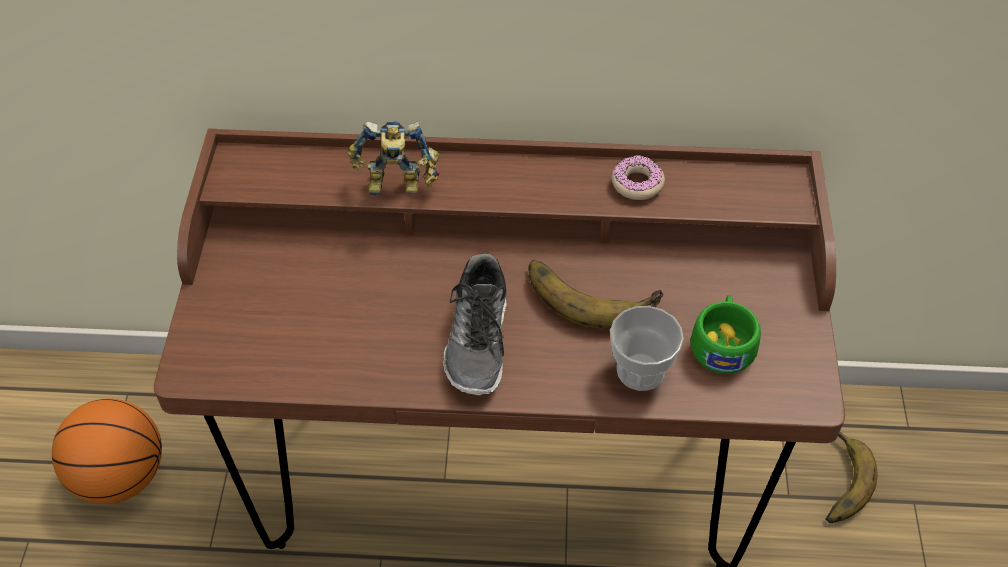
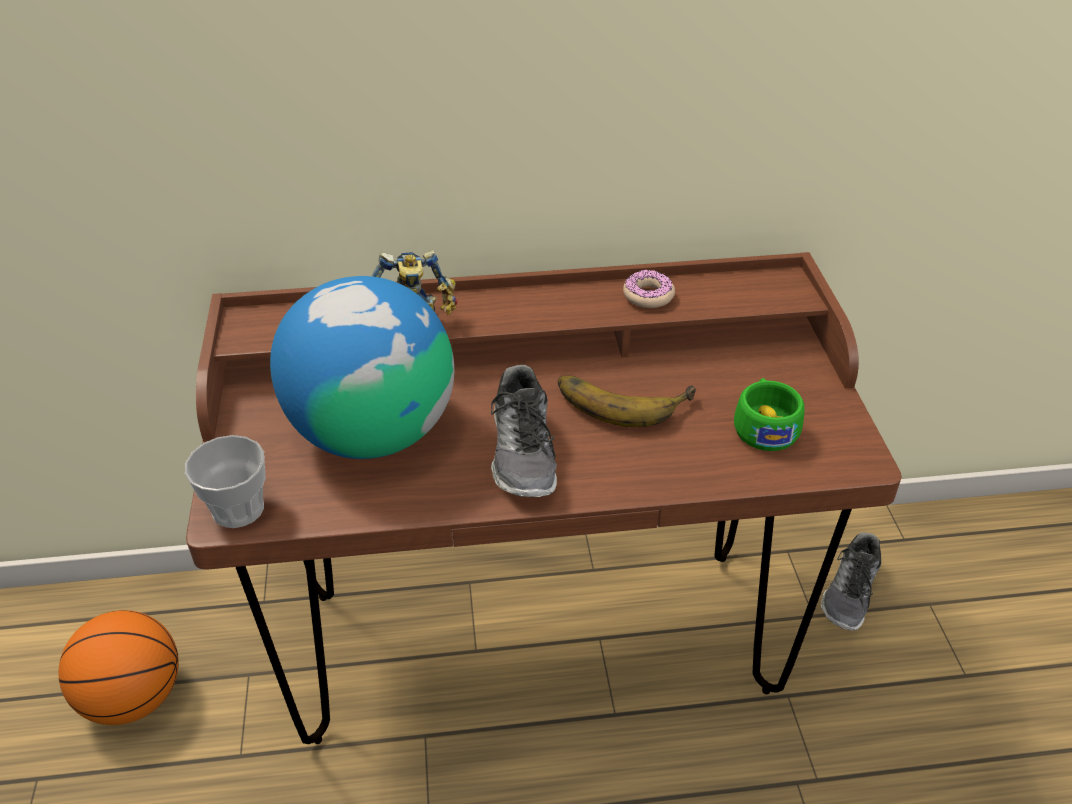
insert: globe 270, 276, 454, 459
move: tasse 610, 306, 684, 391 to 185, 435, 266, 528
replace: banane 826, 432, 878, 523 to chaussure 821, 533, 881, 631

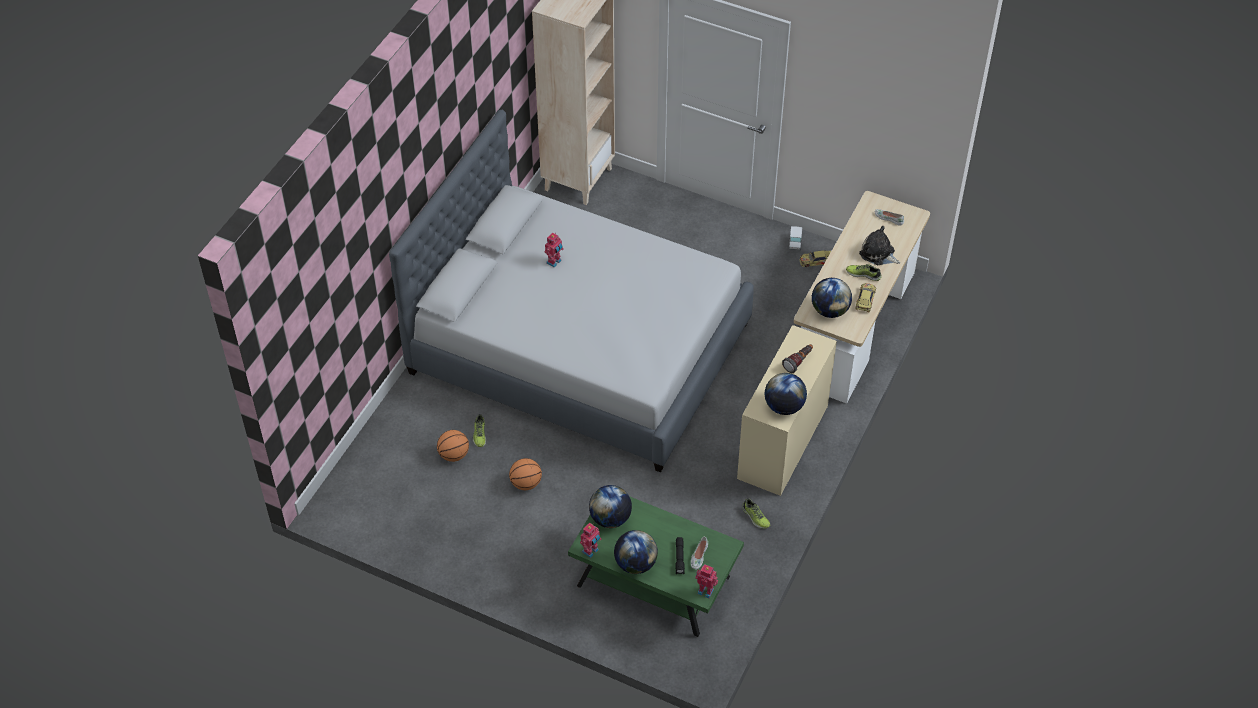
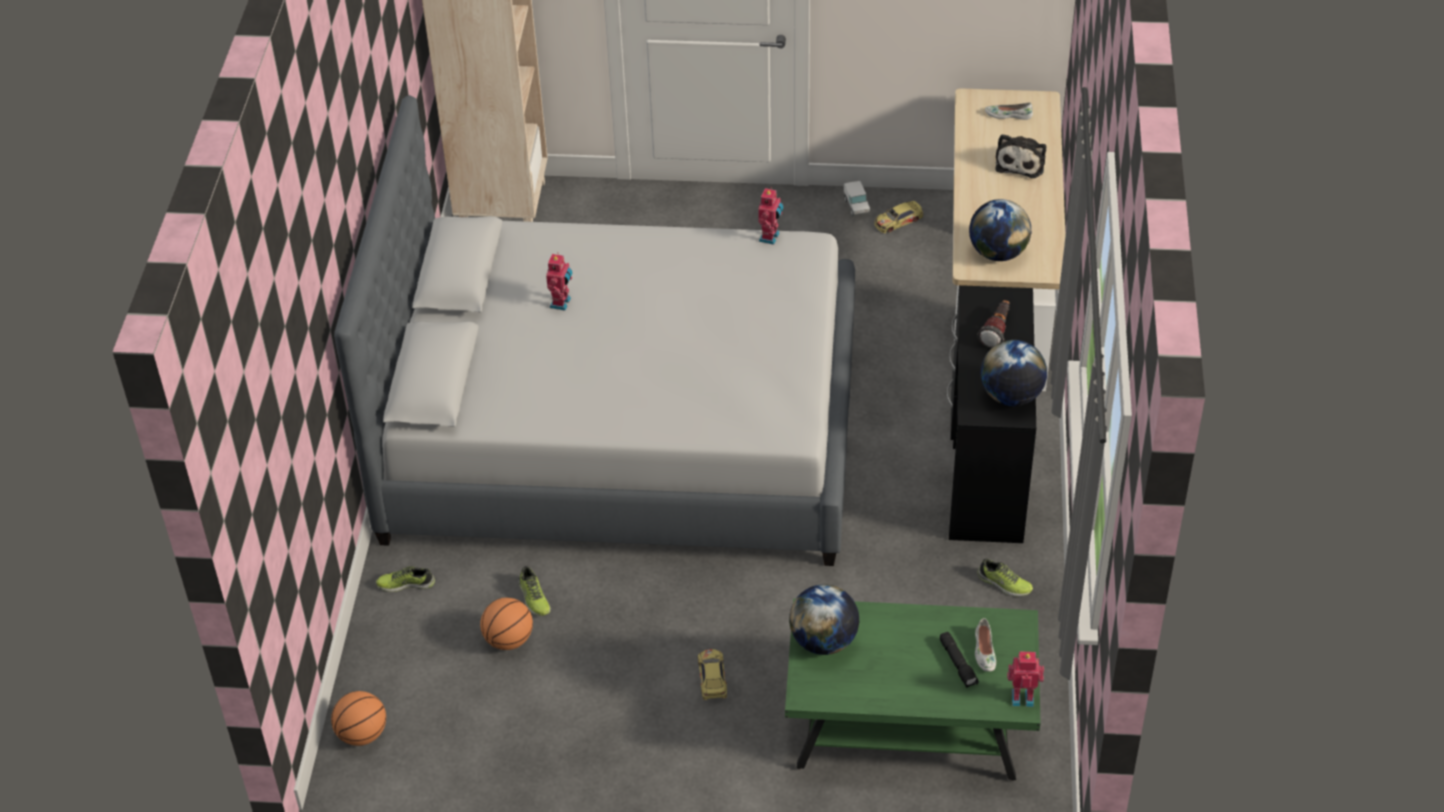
delete: globe 614, 530, 658, 574
move: chaussure 846, 264, 882, 281 to 376, 566, 435, 592; petite voiture 856, 283, 876, 312 to 698, 649, 727, 701; ballon de basket 509, 458, 542, 490 to 331, 691, 386, 746; robot jouet 580, 523, 601, 558 to 758, 187, 783, 245
recolor: bureau/beige 737, 325, 837, 496 to bureau/noir 947, 285, 1036, 543
rotate: peluche 859, 226, 901, 265 = 995, 134, 1046, 178 90 degrees counterclockwise

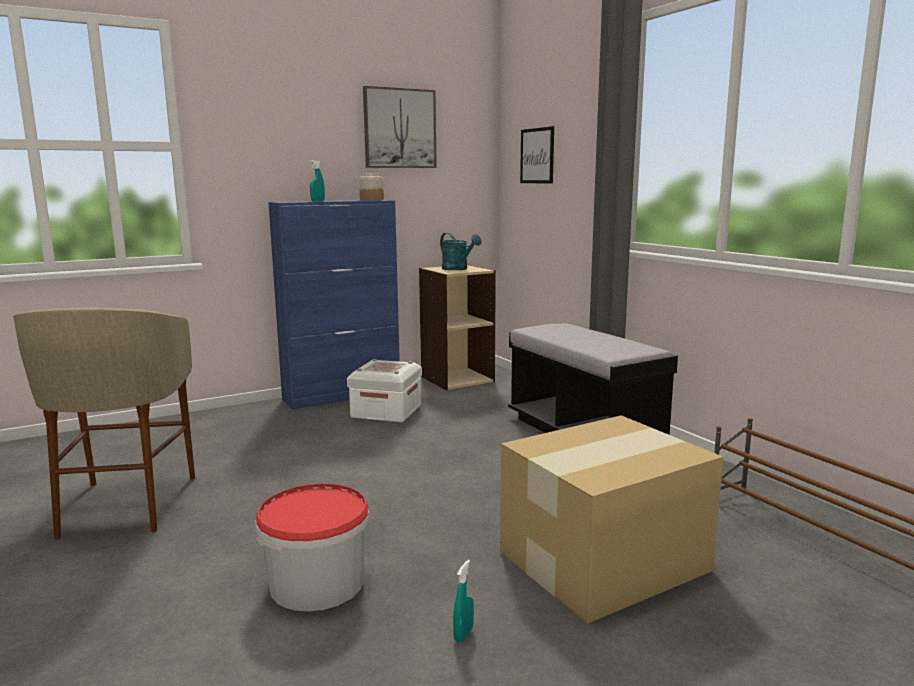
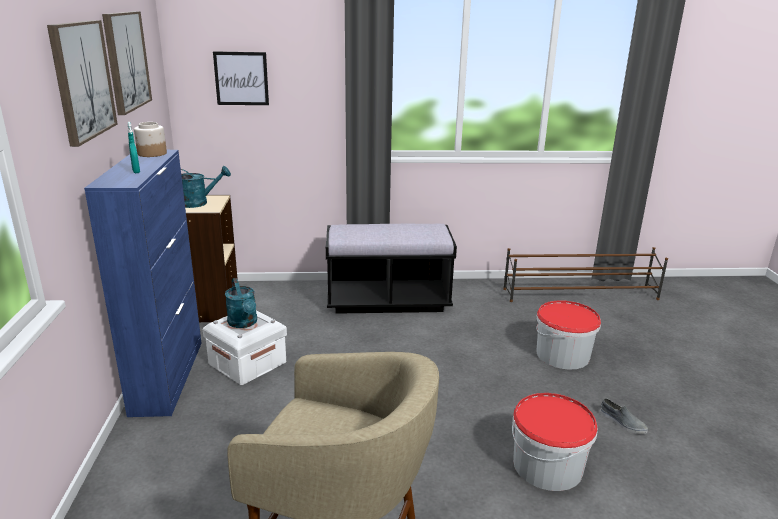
insert: tableau 47, 20, 117, 147; arrosoir/turquoise 225, 278, 257, 328
replace: carton 500, 415, 723, 624 to seau 536, 300, 601, 370; vaporisateur/turquoise 453, 560, 474, 643 to chaussure/gris 600, 398, 648, 434

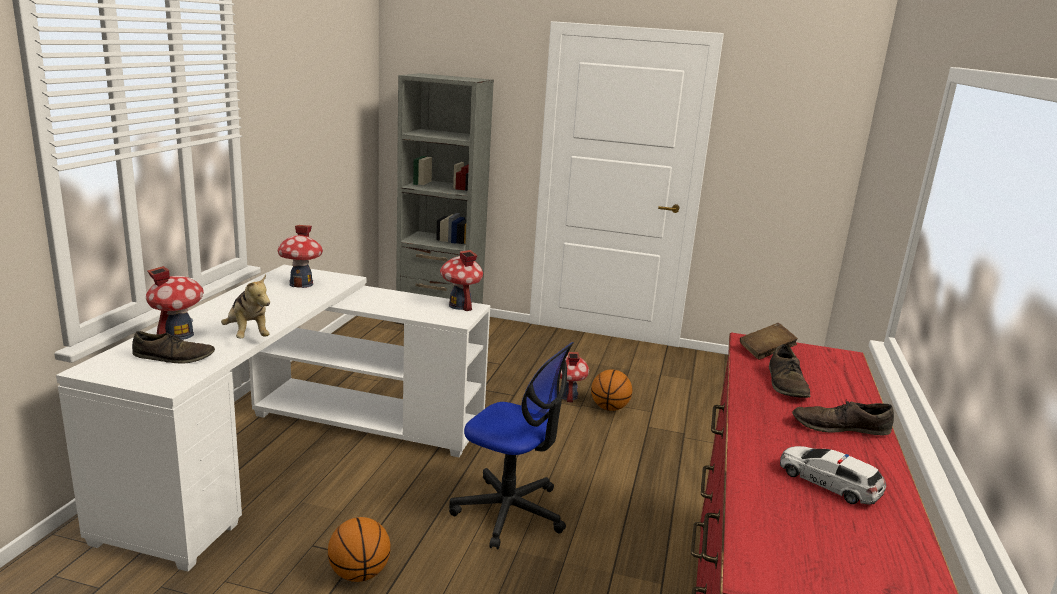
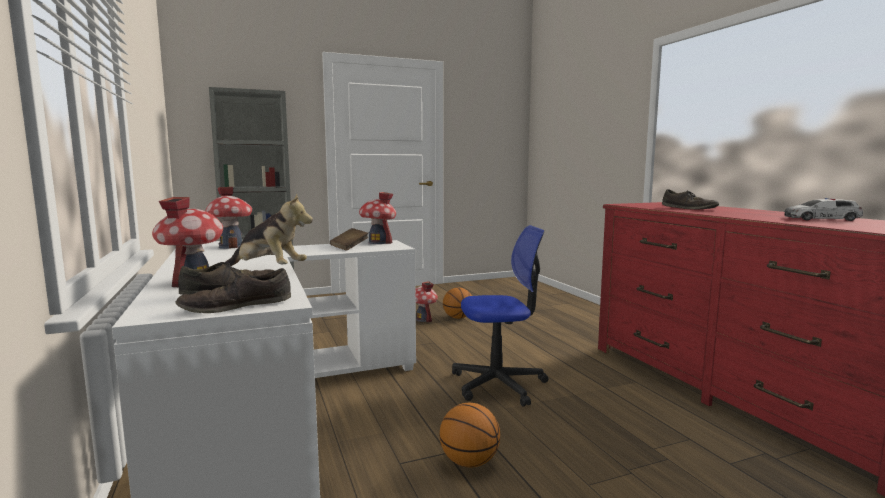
move: livre/marron 740, 323, 798, 360 to 330, 228, 368, 251; chaussure/marron 792, 399, 894, 435 to 175, 268, 291, 313

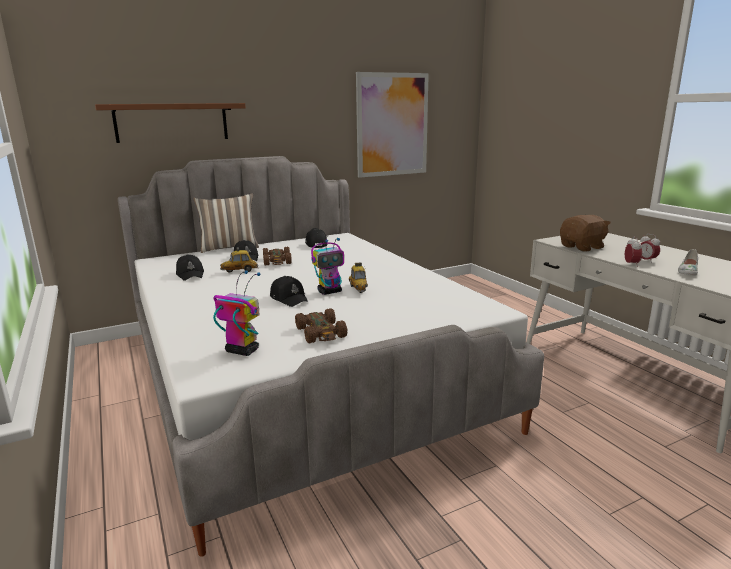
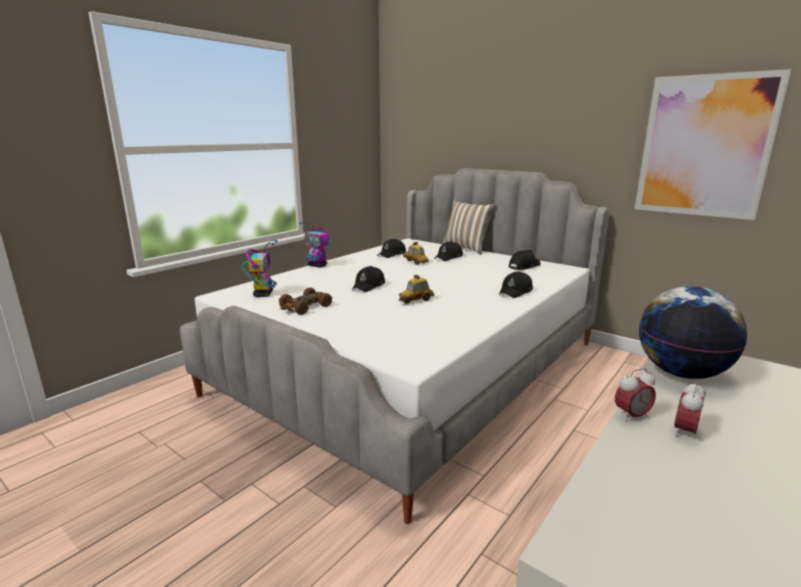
delete: étagère/marron 95, 103, 246, 143; petite voiture/marron 263, 246, 292, 266; chaussure/blanc 678, 249, 698, 276
insert: casquette/noir 499, 271, 533, 298
move: robot jouet 311, 238, 344, 295 to 299, 222, 331, 268
replace: peluche/marron 560, 215, 611, 252 to globe 639, 286, 747, 379

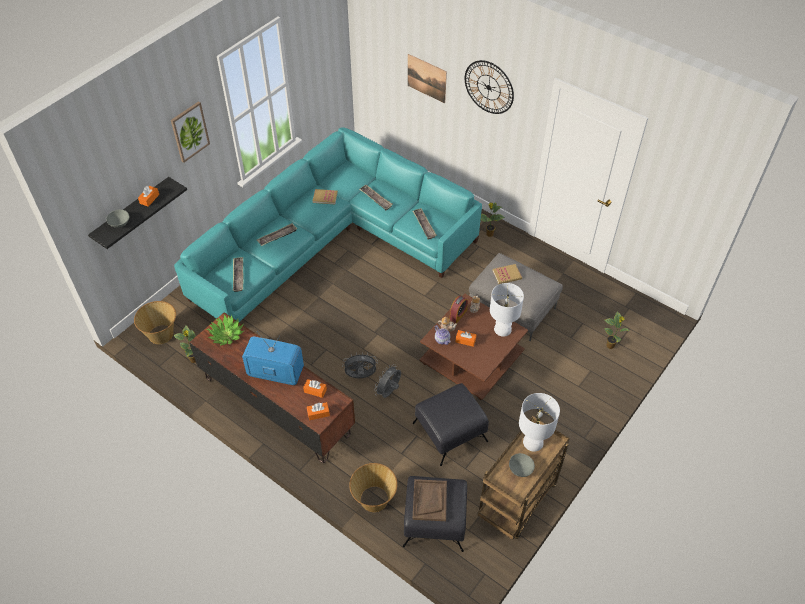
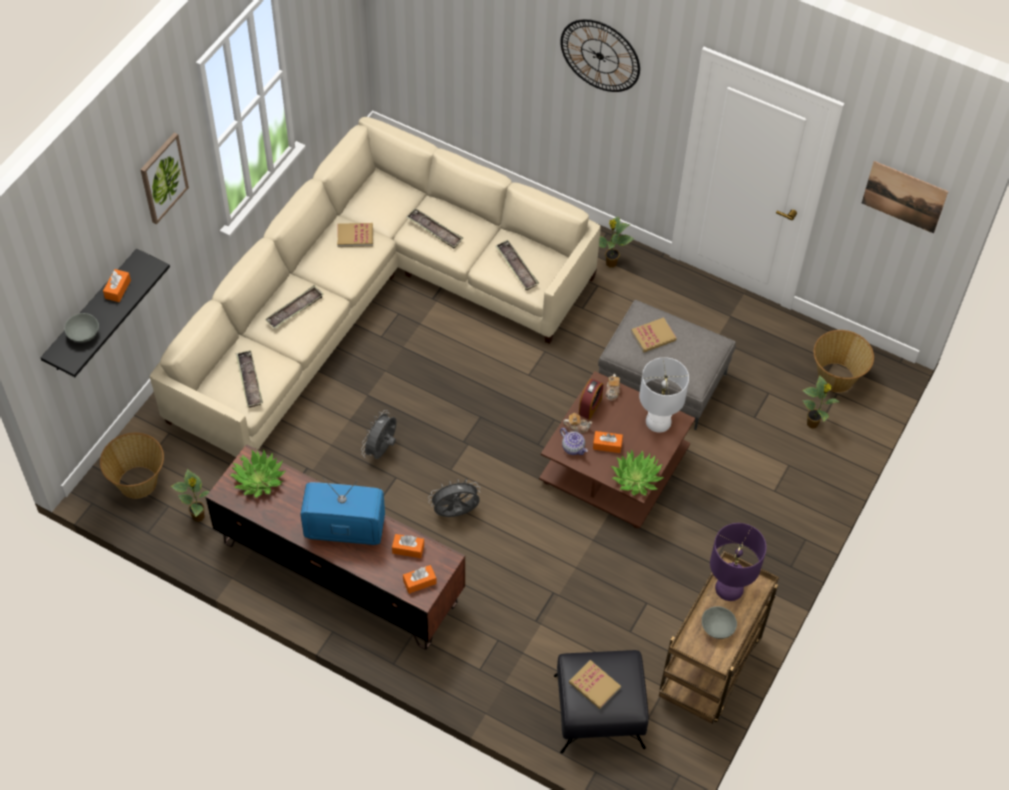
delete: pouf/noir 413, 383, 489, 466
insert: plante en pot 611, 449, 664, 496
move: tableau 408, 54, 447, 103 to 862, 161, 949, 234; ventilateur/gris 374, 364, 401, 398 to 361, 410, 396, 459; panier 349, 463, 398, 512 to 814, 330, 874, 393
replace: plateau/marron 413, 479, 447, 521 to livre 569, 660, 621, 709
recolor: canapé/turquoise 174, 127, 482, 322 to canapé/beige 150, 117, 601, 457; lampe de table/blanc 519, 393, 560, 452 to lampe de table/violet 710, 523, 766, 601

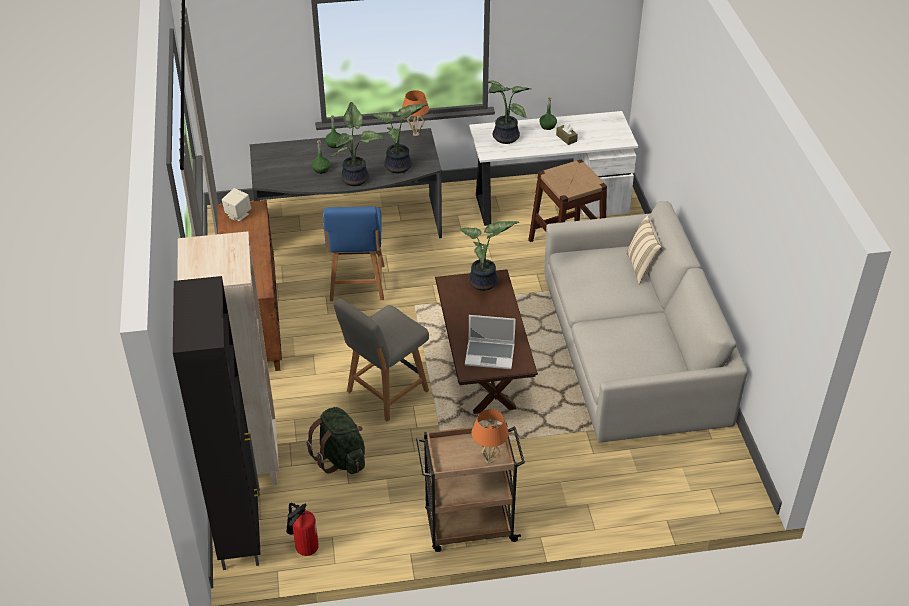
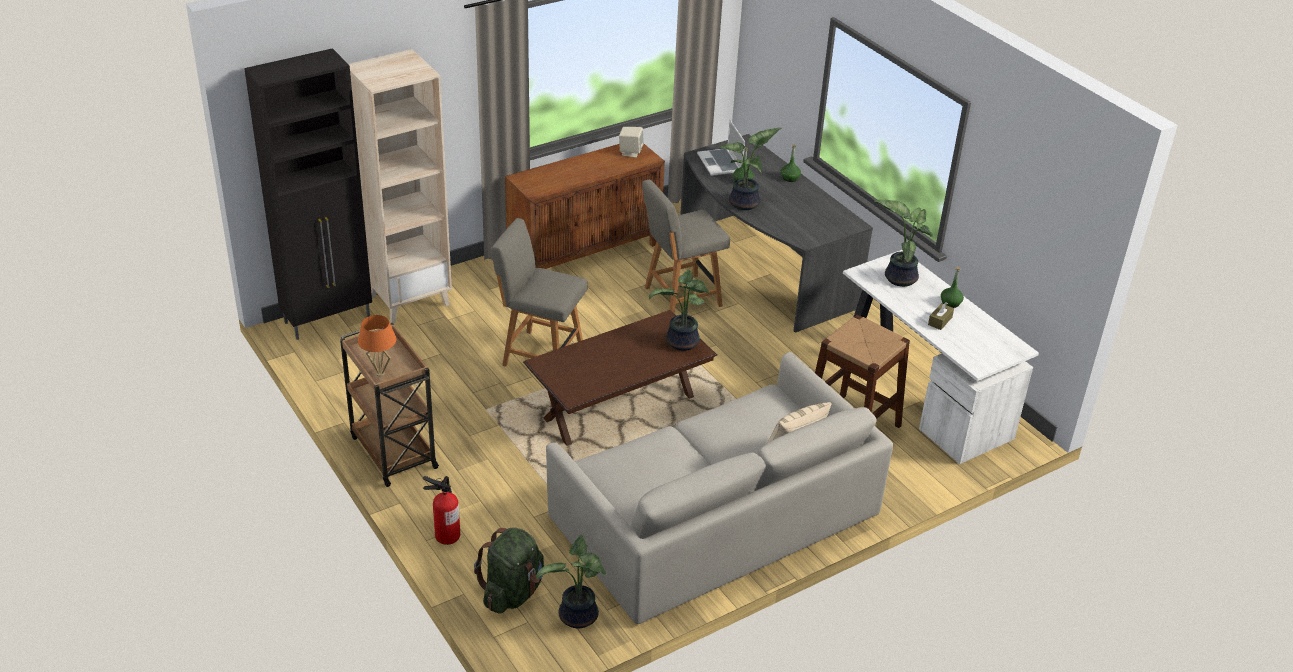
delete: lampe de table/orange 402, 90, 429, 136
move: plante en pot 373, 104, 429, 173 to 536, 535, 606, 629; ordinateur portable 465, 315, 516, 369 to 697, 120, 745, 176; sac à dos/vert 306, 407, 365, 474 to 474, 528, 544, 613; extincteur 286, 503, 319, 556 to 423, 476, 460, 545
recolor: chaise/bleu 323, 207, 384, 301 to chaise/gris 642, 180, 730, 313

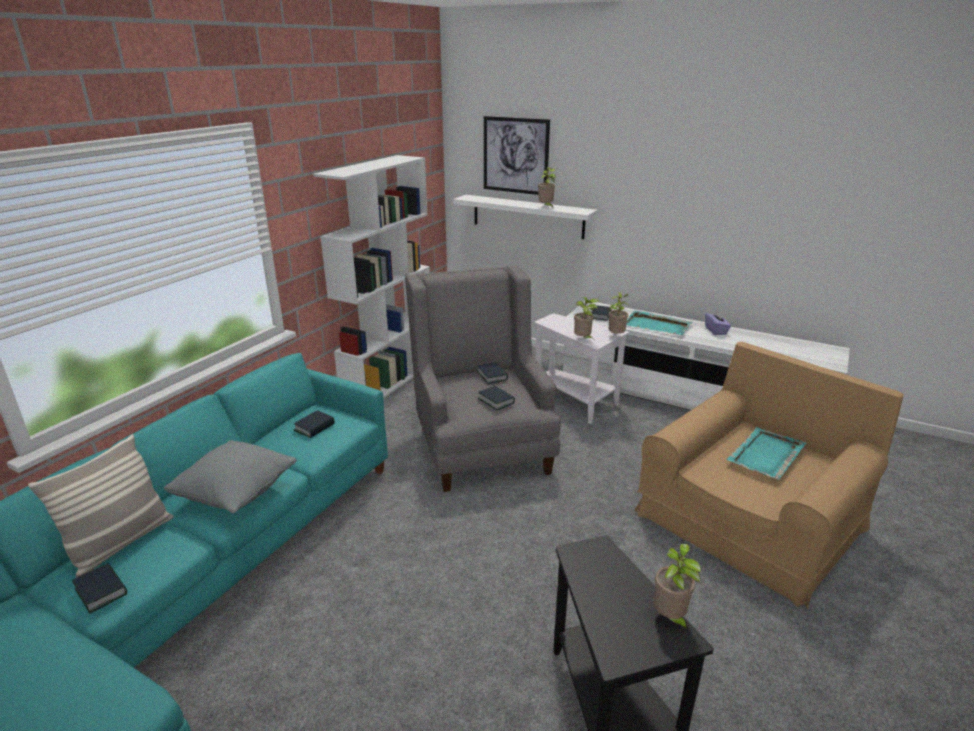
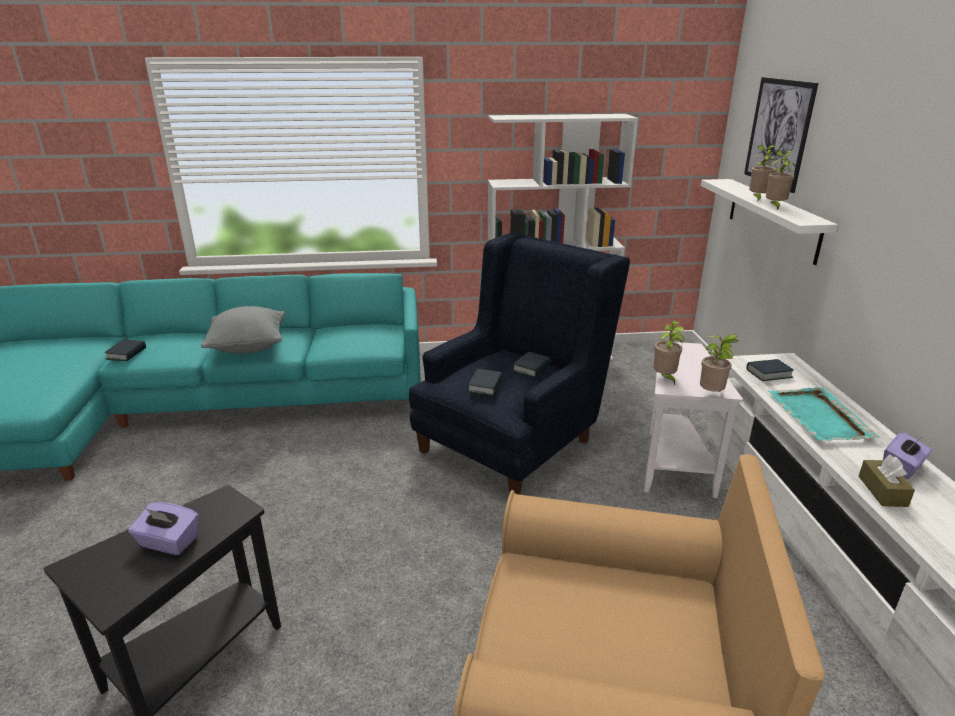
delete: livre 294, 410, 335, 438; plateau/turquoise 726, 427, 806, 480; coussin 28, 434, 174, 578
insert: boîte à mouchoirs/marron 859, 455, 915, 507; boîte à mouchoirs/violet 128, 502, 199, 555
move: plante en pot 654, 544, 701, 632 to 749, 145, 778, 202
recolor: fauteuil/gris 405, 265, 561, 492 to fauteuil/bleu 409, 232, 630, 495

